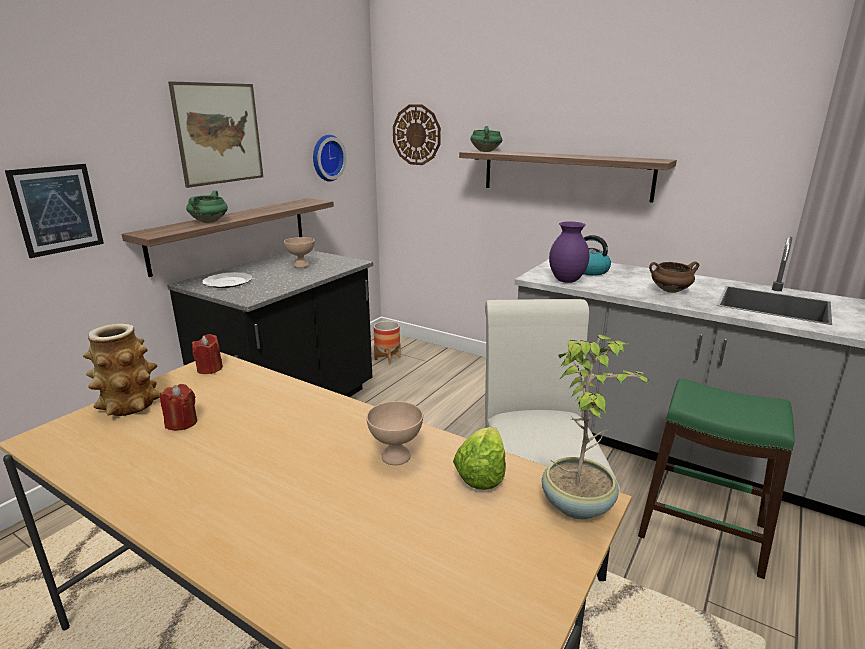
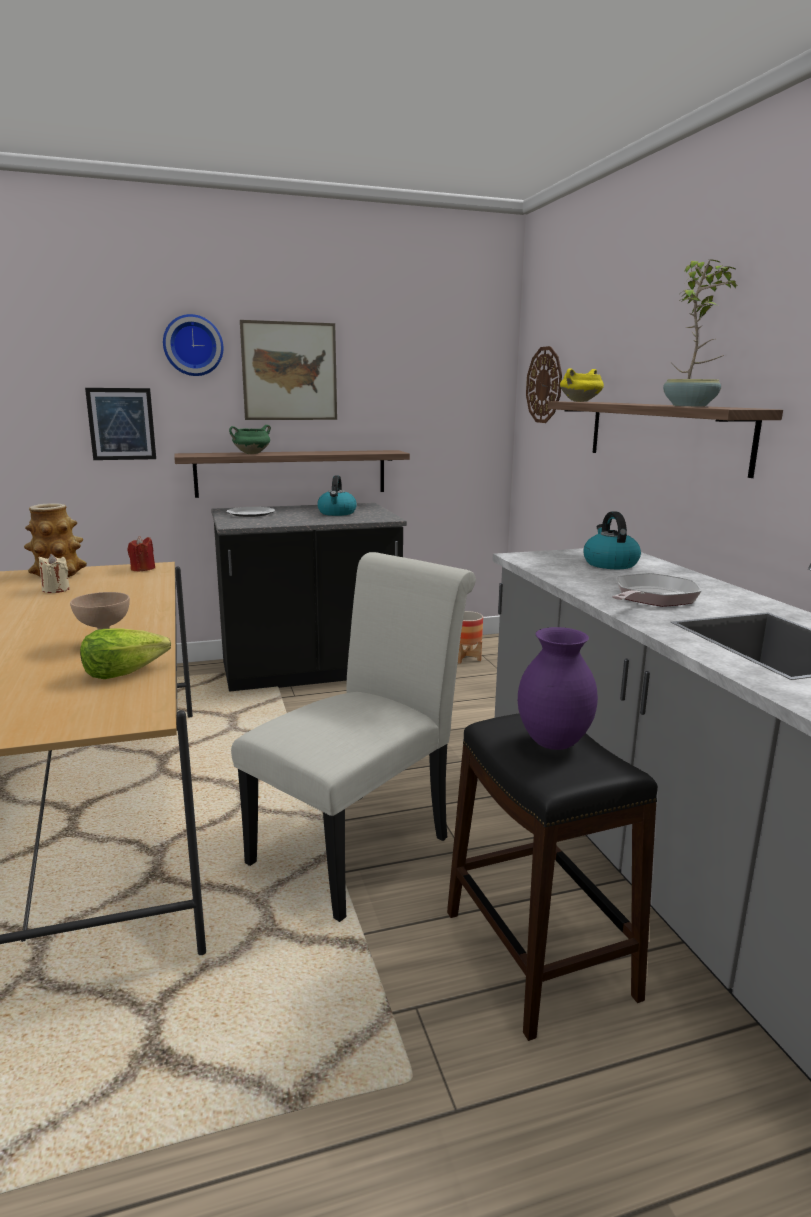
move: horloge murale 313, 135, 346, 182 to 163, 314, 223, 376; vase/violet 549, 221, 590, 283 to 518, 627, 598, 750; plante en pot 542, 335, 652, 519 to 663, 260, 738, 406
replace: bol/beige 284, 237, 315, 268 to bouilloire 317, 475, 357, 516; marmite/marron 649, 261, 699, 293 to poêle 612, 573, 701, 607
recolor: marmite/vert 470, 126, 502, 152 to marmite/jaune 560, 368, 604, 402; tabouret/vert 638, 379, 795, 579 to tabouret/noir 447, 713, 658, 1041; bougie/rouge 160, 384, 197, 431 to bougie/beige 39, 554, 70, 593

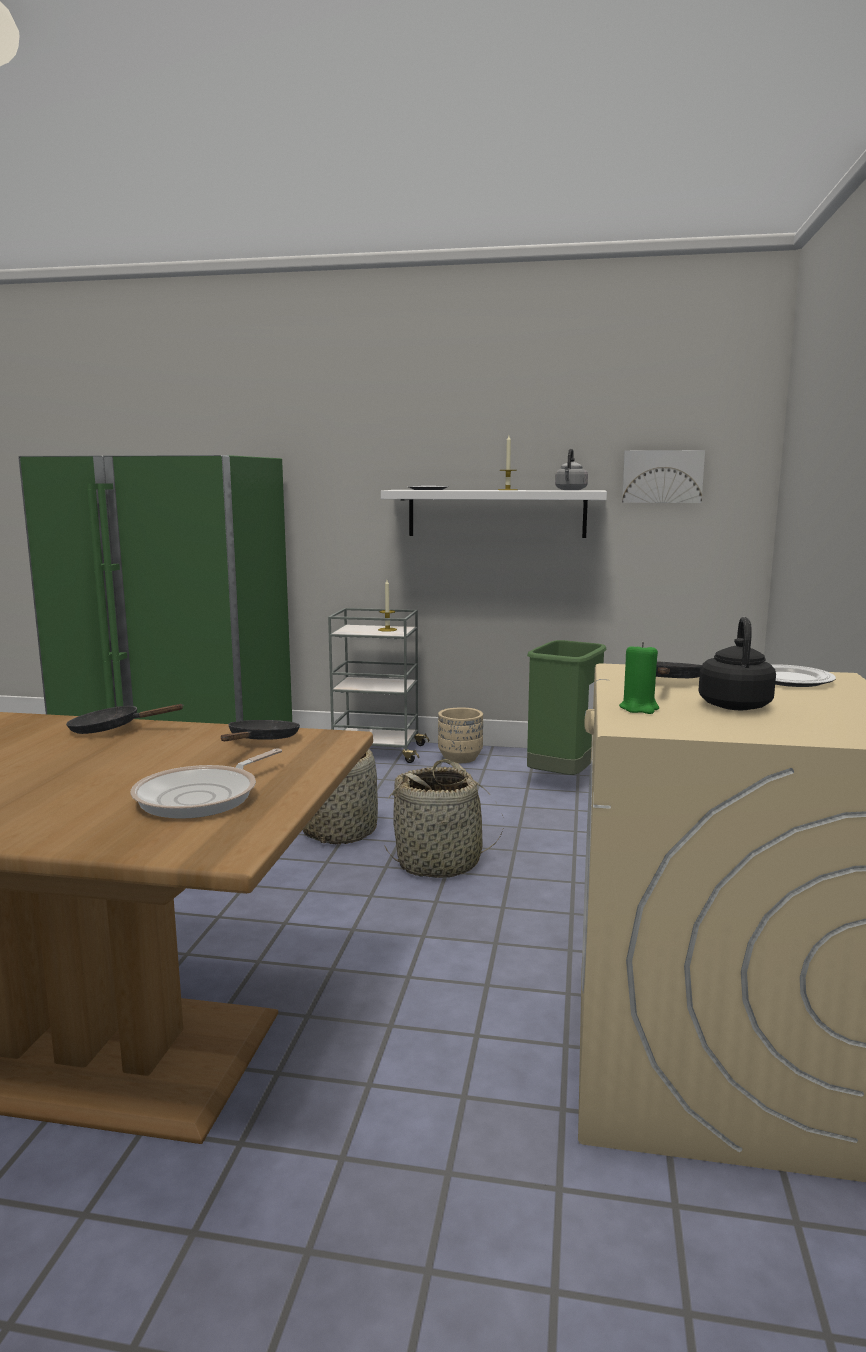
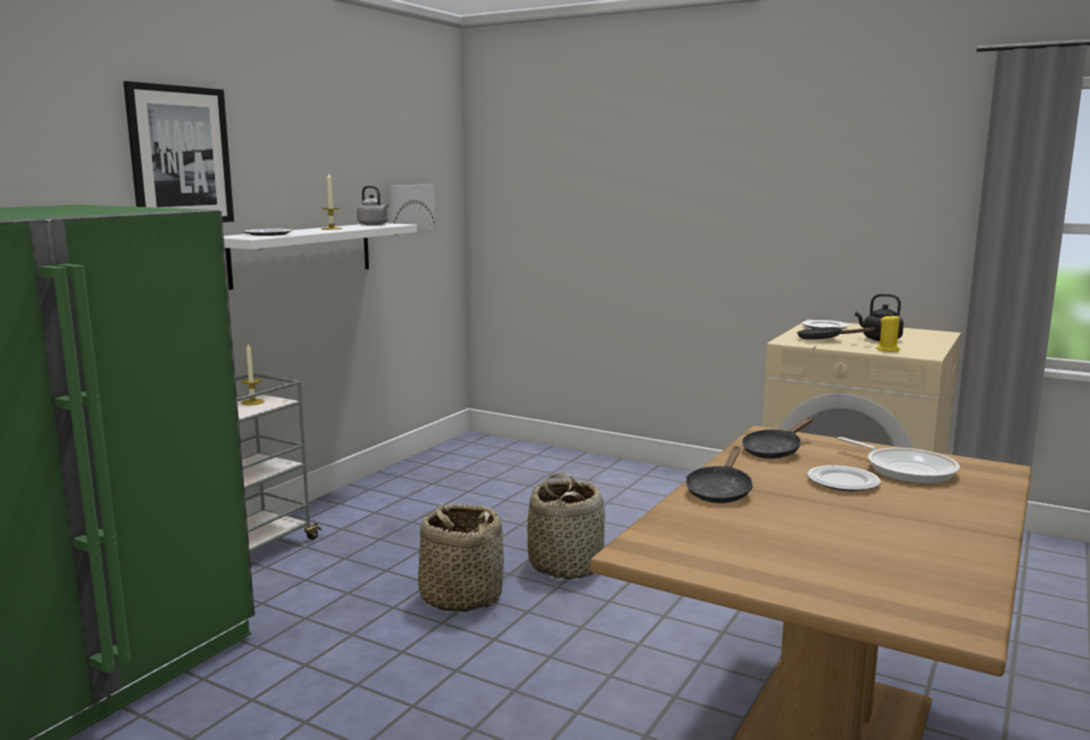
delete: poubelle/vert 527, 640, 607, 775; cache-pot/beige 438, 708, 483, 763
insert: tableau 123, 81, 234, 222; assiette 807, 465, 881, 491
recolor: bougie/vert 619, 642, 659, 714 to bougie/jaune 876, 314, 901, 352
rotate: poêle/noir 221, 720, 300, 741 = 742, 417, 813, 459 75 degrees counterclockwise

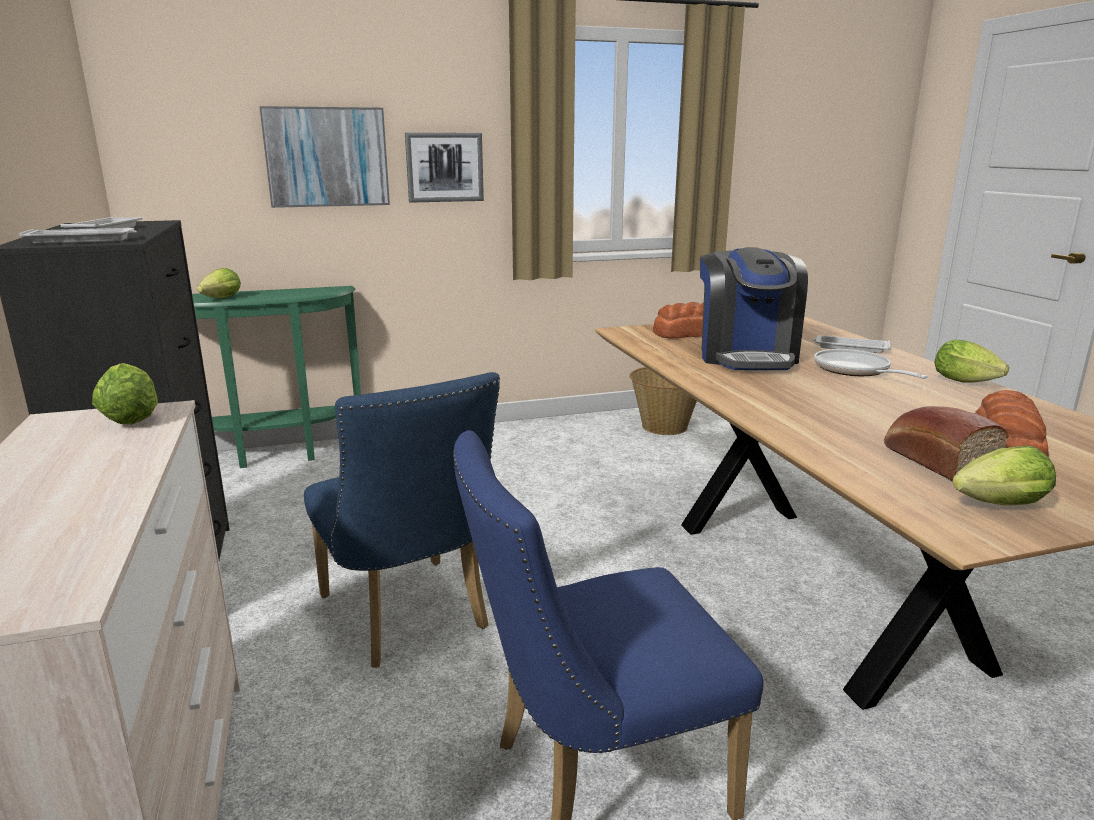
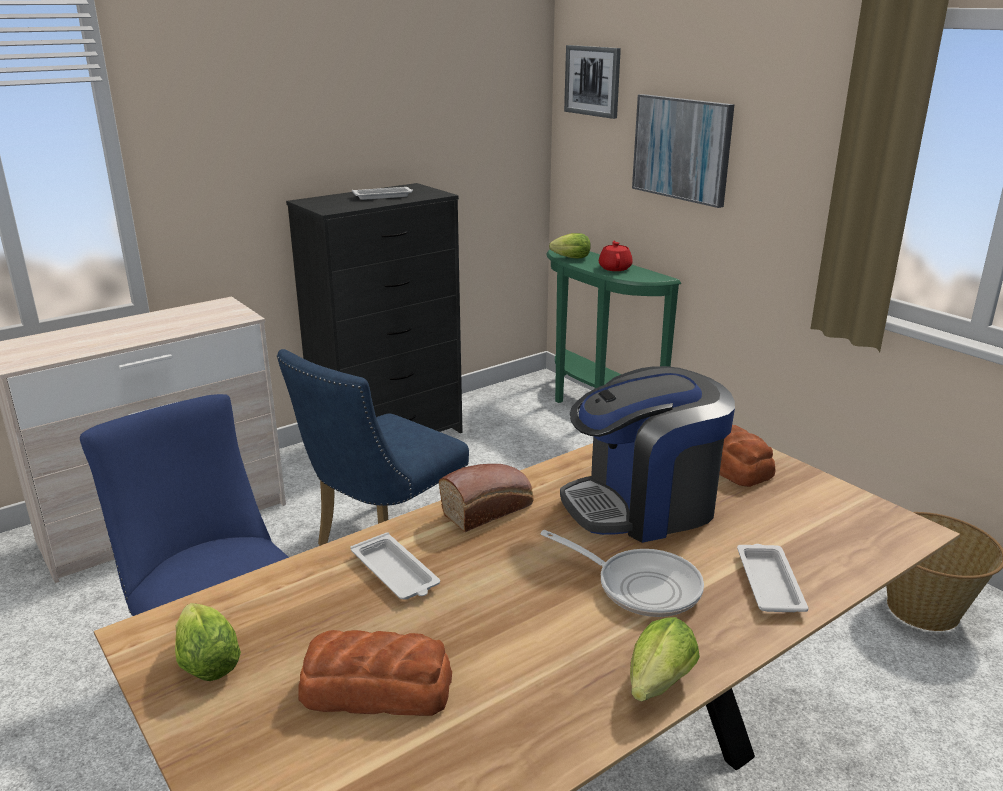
delete: laitue 92, 363, 158, 425
insert: théière/rouge 599, 241, 633, 271
move: tableau 405, 132, 484, 202 to 564, 45, 621, 119; plateau/blanc 19, 228, 137, 244 to 350, 532, 440, 600; pain 884, 406, 1009, 481 to 439, 464, 534, 532
rotate: poêle 814, 349, 928, 379 = 540, 530, 704, 617 75 degrees clockwise

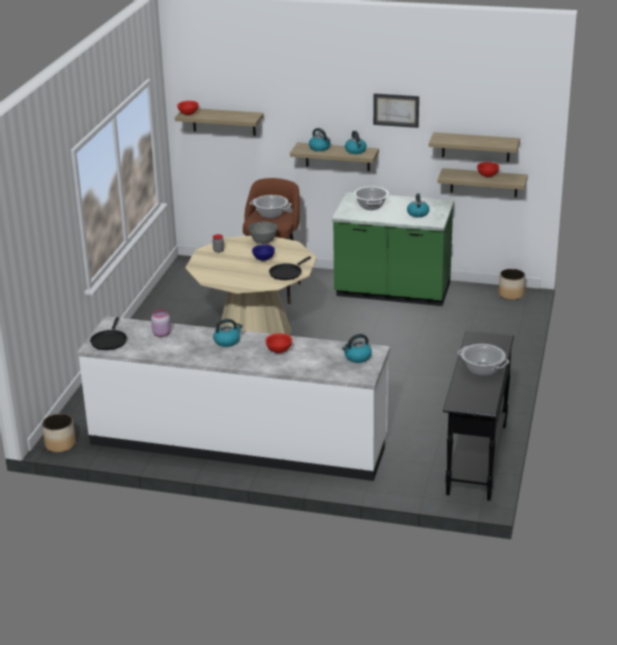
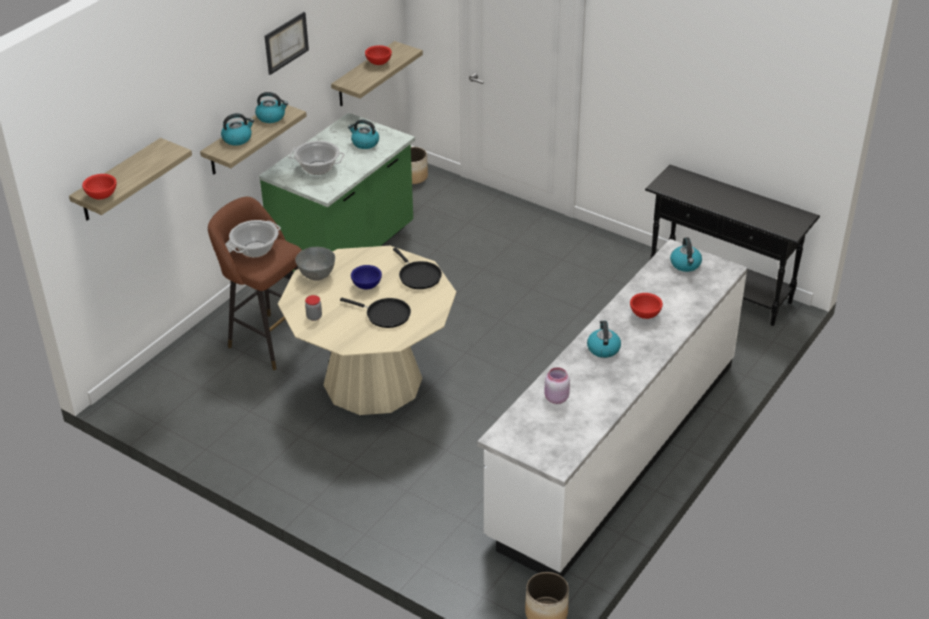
delete: étagère 429, 132, 520, 162; marmite 457, 344, 509, 376
move: poêle/noir 90, 317, 127, 350 to 340, 298, 411, 328

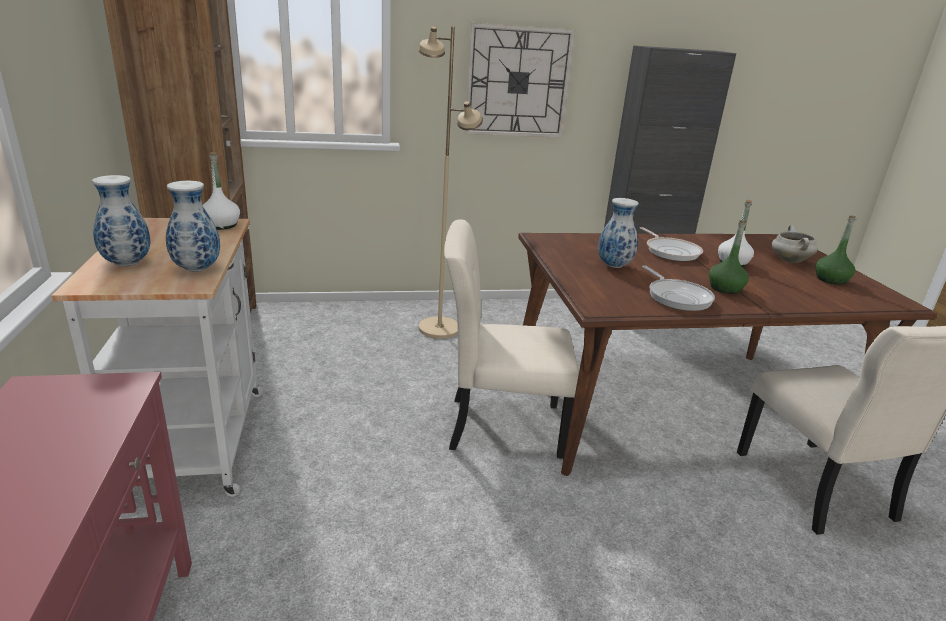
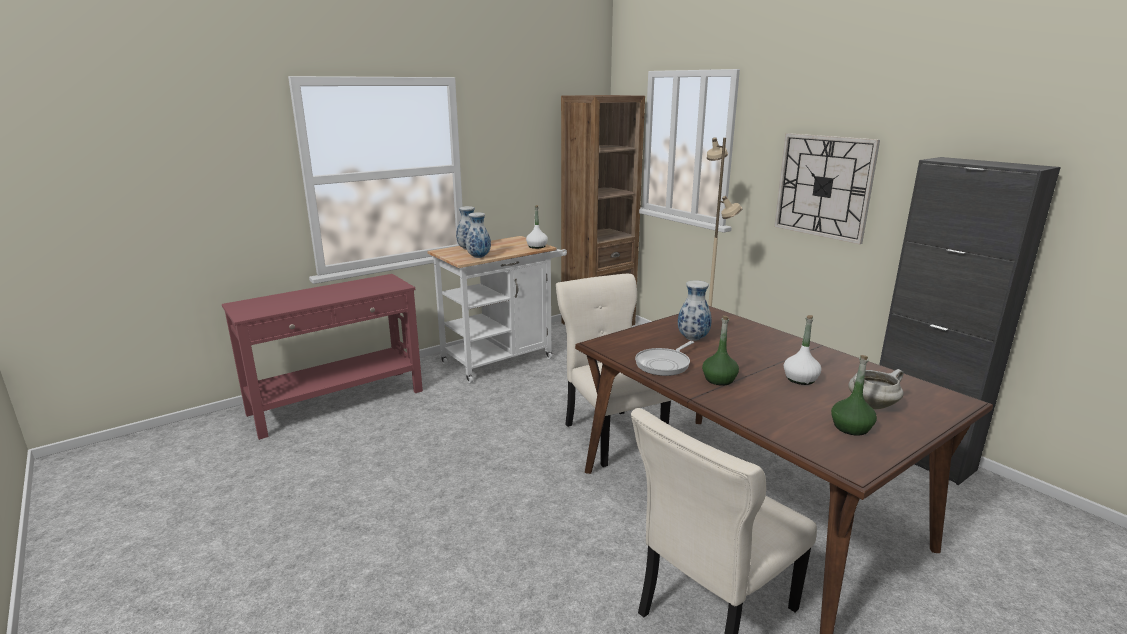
delete: poêle 640, 227, 703, 261

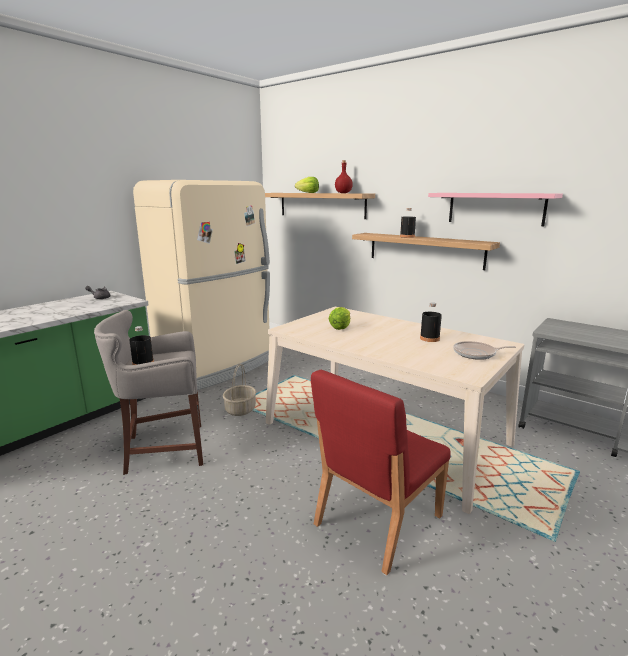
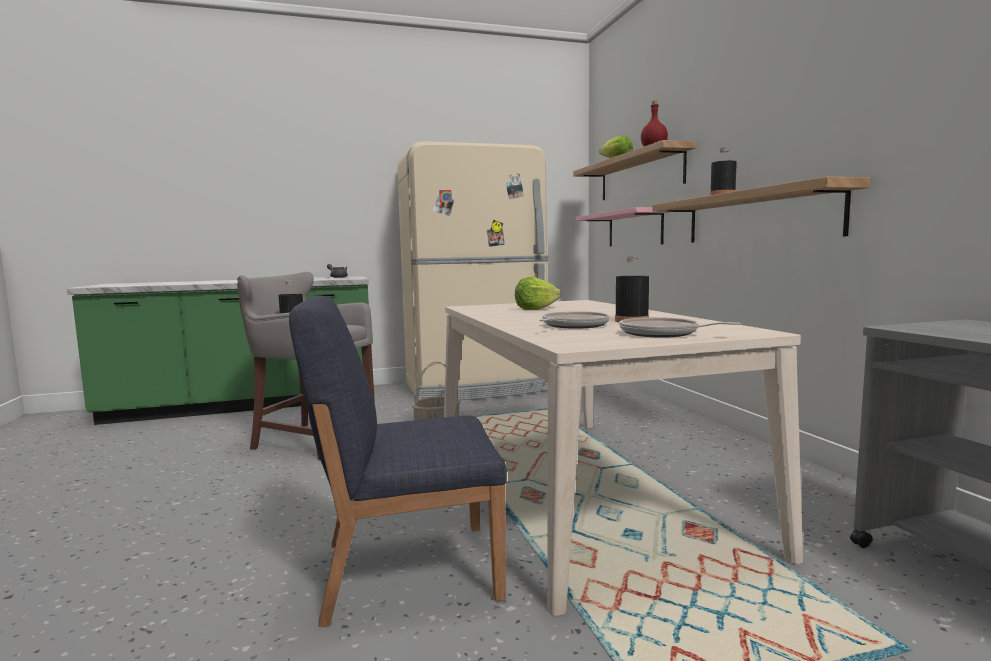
insert: poêle 539, 311, 610, 329
move: étagère/rose 428, 193, 563, 226 to 575, 207, 670, 246
recolor: chaise/rouge 311, 370, 451, 575 to chaise/bleu 289, 295, 507, 627

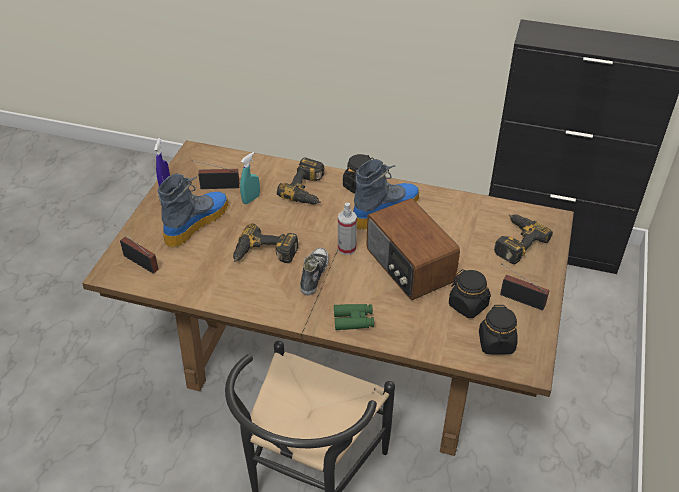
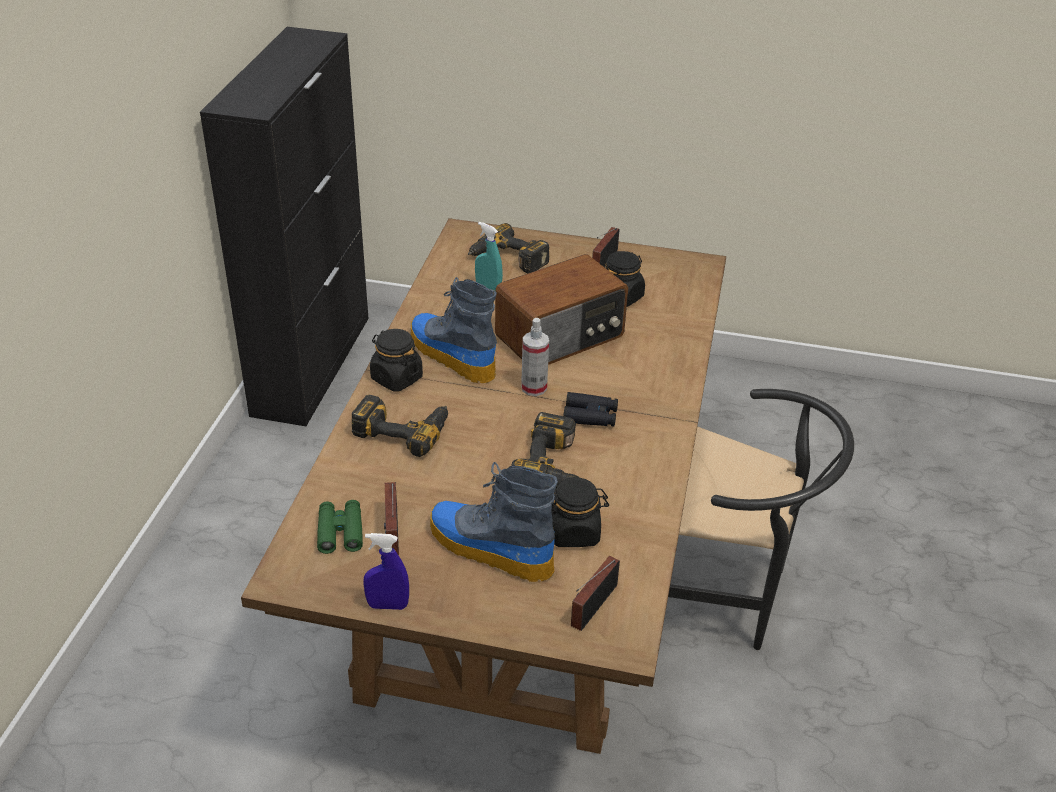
move: vaporisateur/turquoise 240, 152, 260, 204 to 475, 222, 503, 291; jumelles/vert 334, 304, 374, 330 to 317, 500, 363, 554; bocal/noir 479, 305, 518, 355 to 551, 477, 609, 547
replace: chaussure 300, 248, 328, 295 to jumelles/noir 563, 392, 618, 427

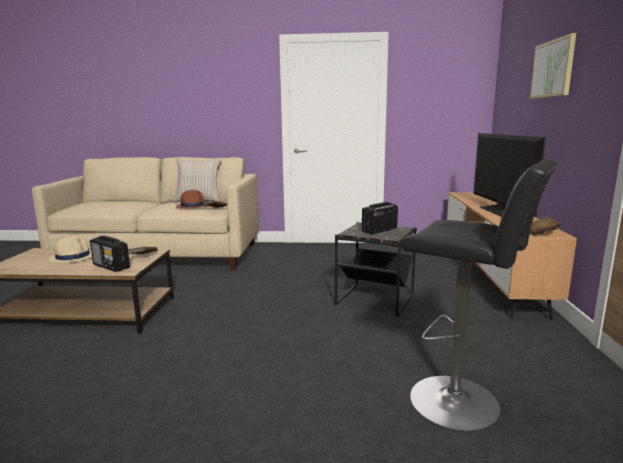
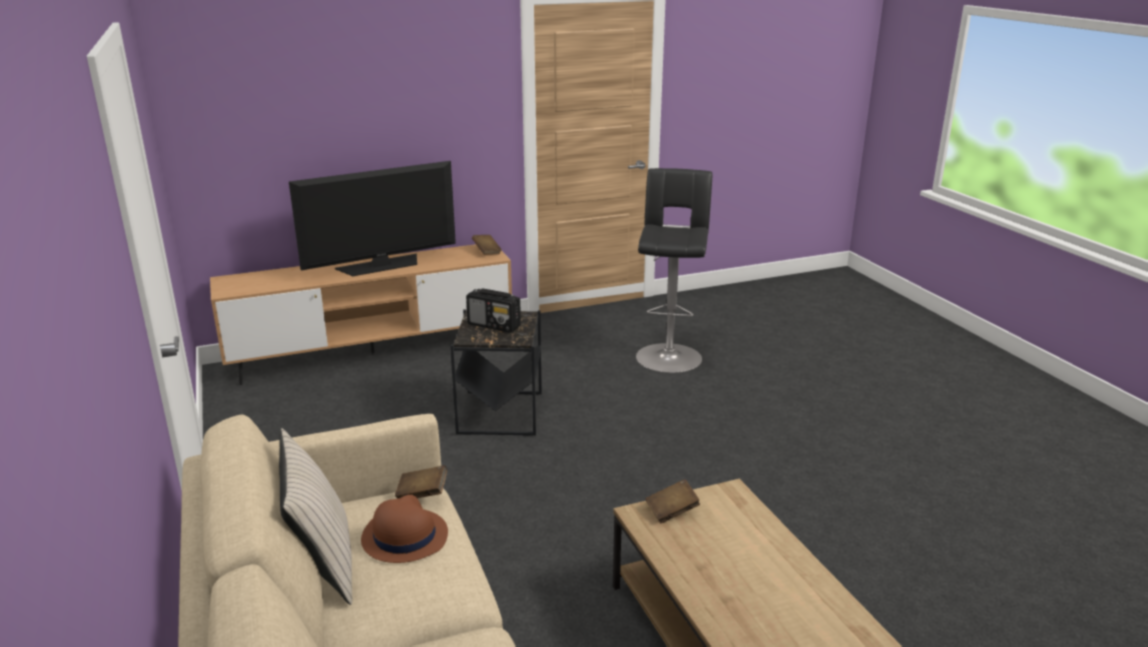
delete: tableau 530, 33, 576, 99; chapeau/beige 48, 236, 92, 263; radio 90, 236, 130, 272

